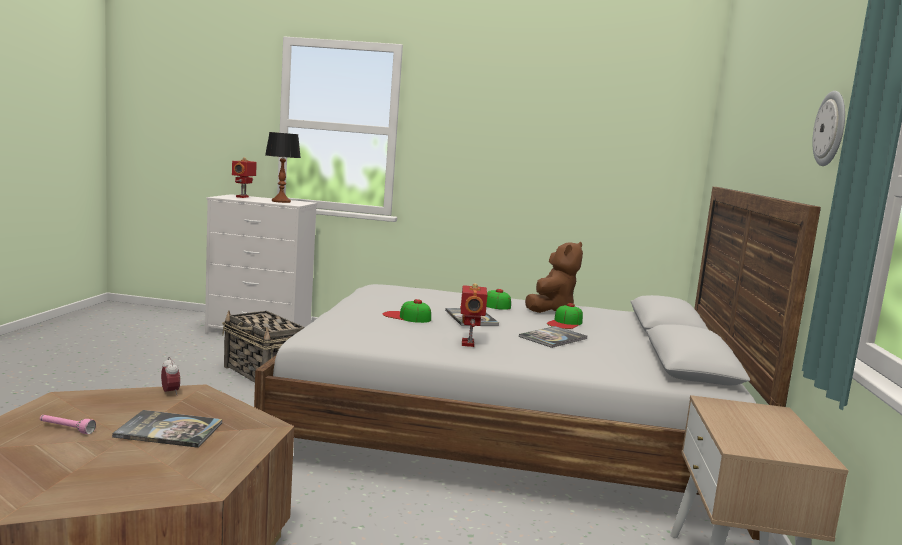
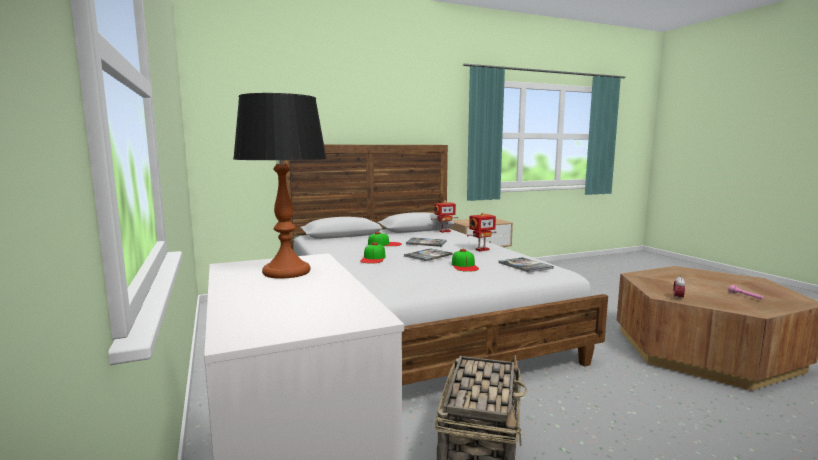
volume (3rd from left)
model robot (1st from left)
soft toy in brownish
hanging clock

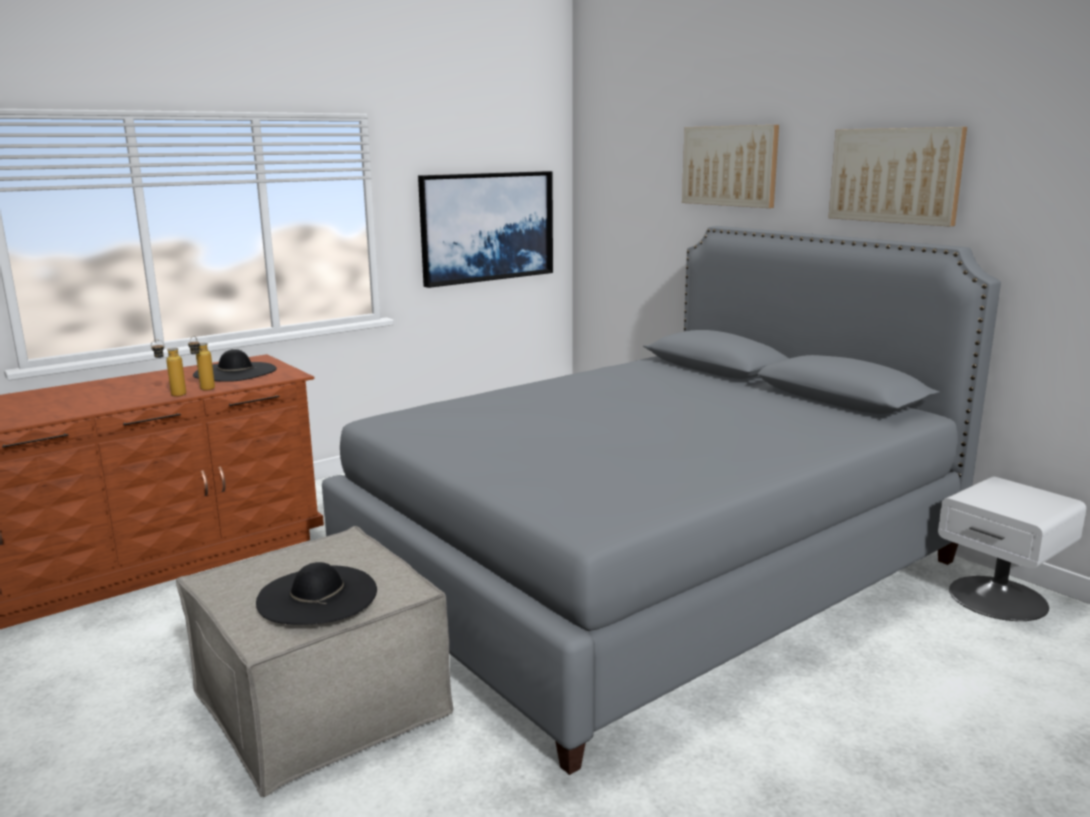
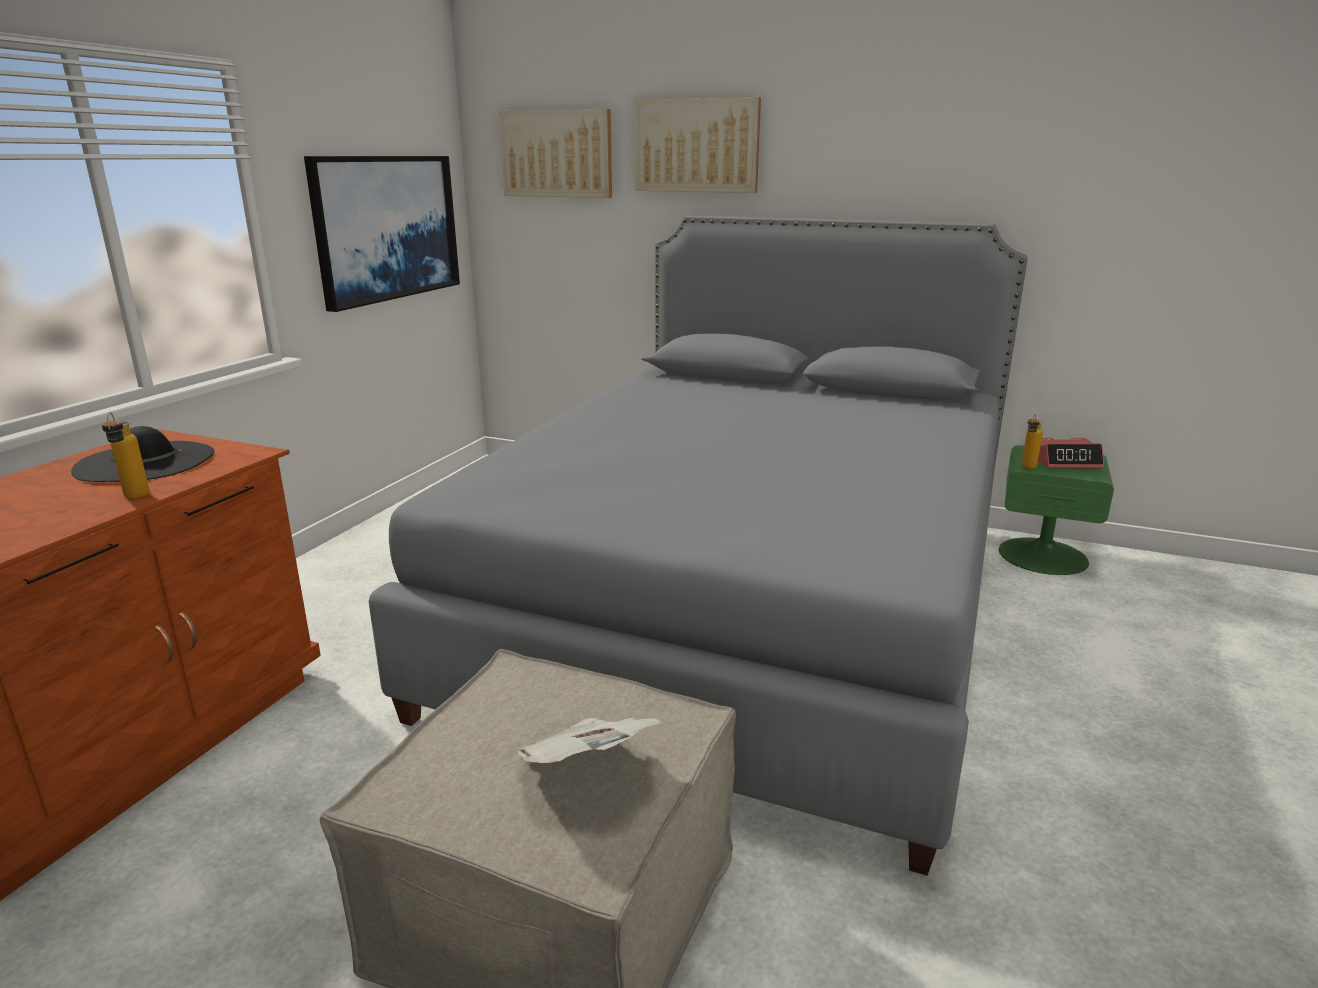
beverage bottle (2nd from left)
newspaper
picture (2nd from left)
nightstand in green
bedside clock

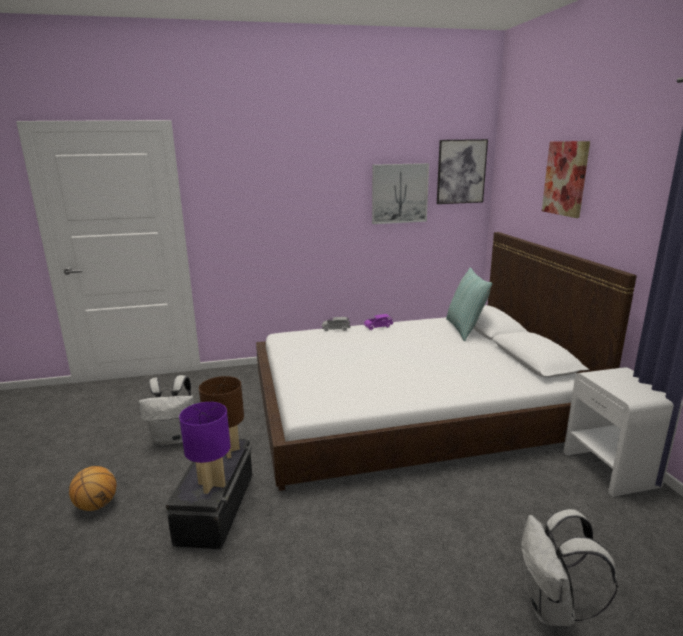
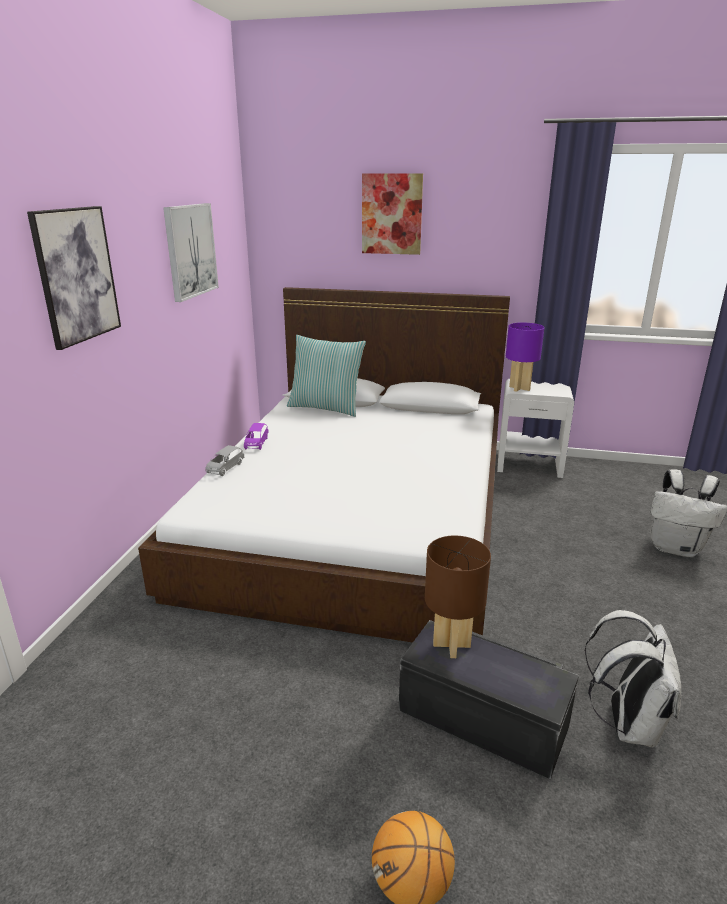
rucksack in white (1st from left)
table lamp in purplish
picture (1st from left)

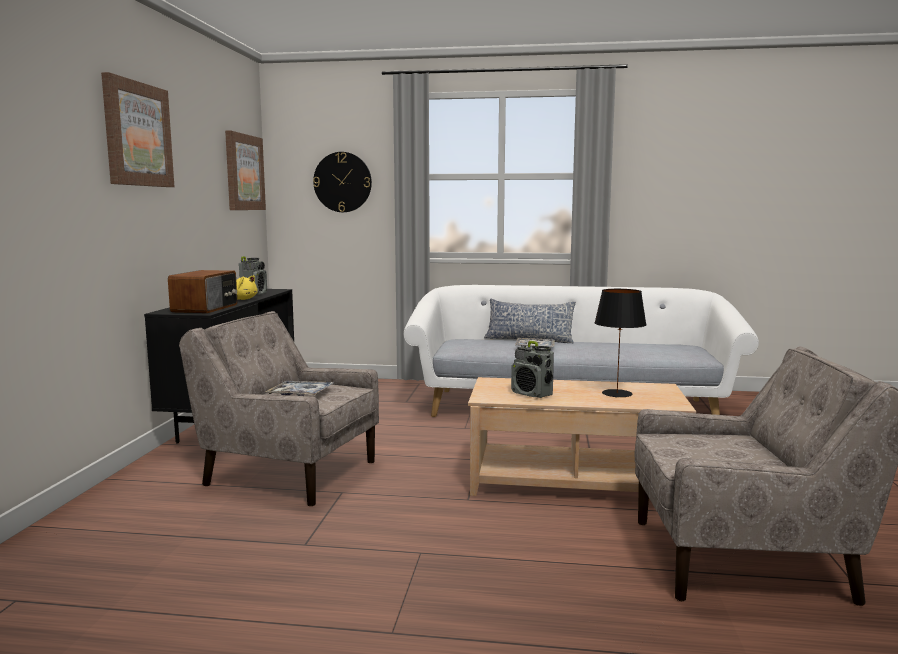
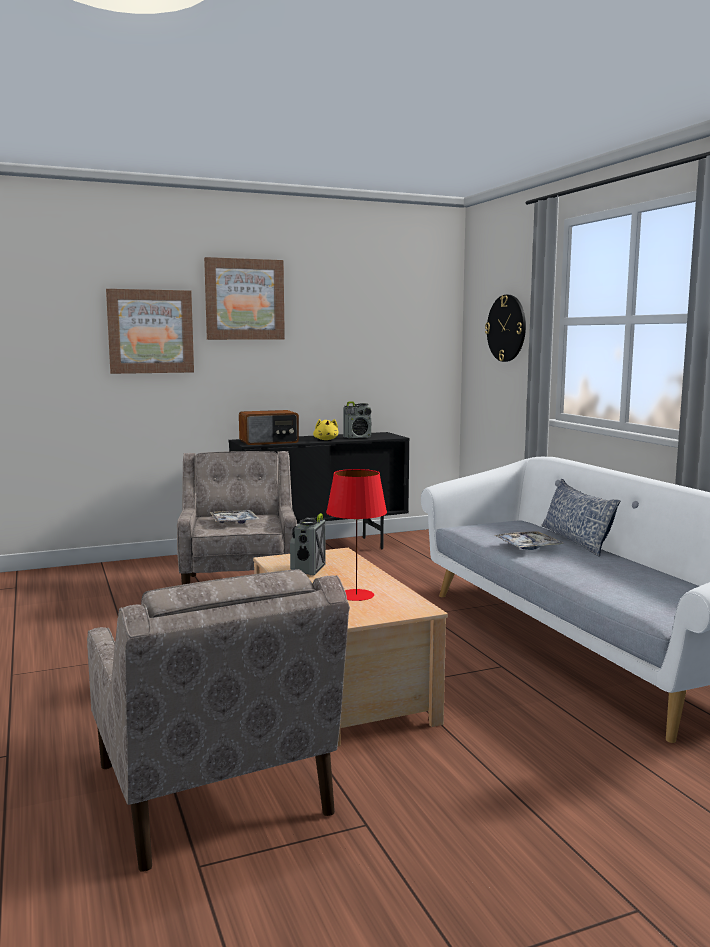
picture (1st from left)
table lamp in red-coloured

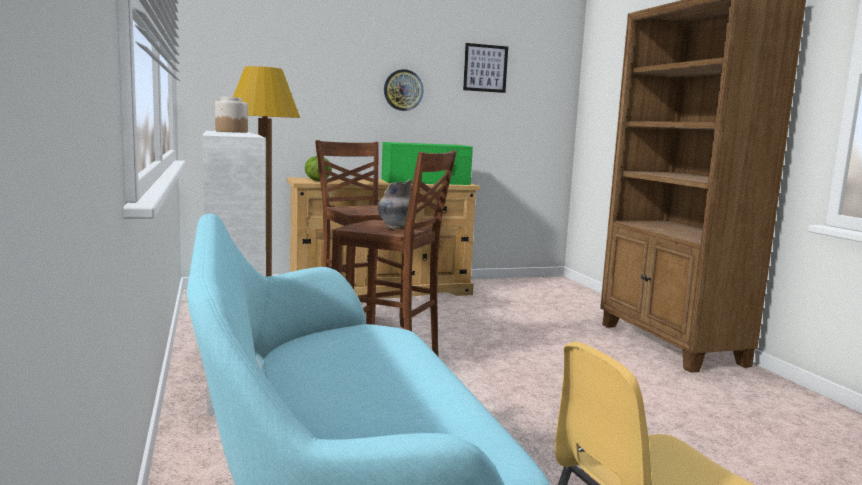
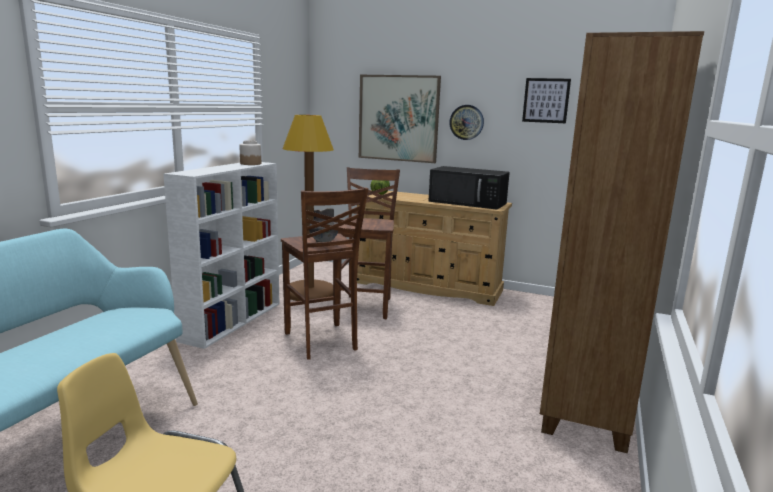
microwave oven in black-coloured
picture (1st from left)

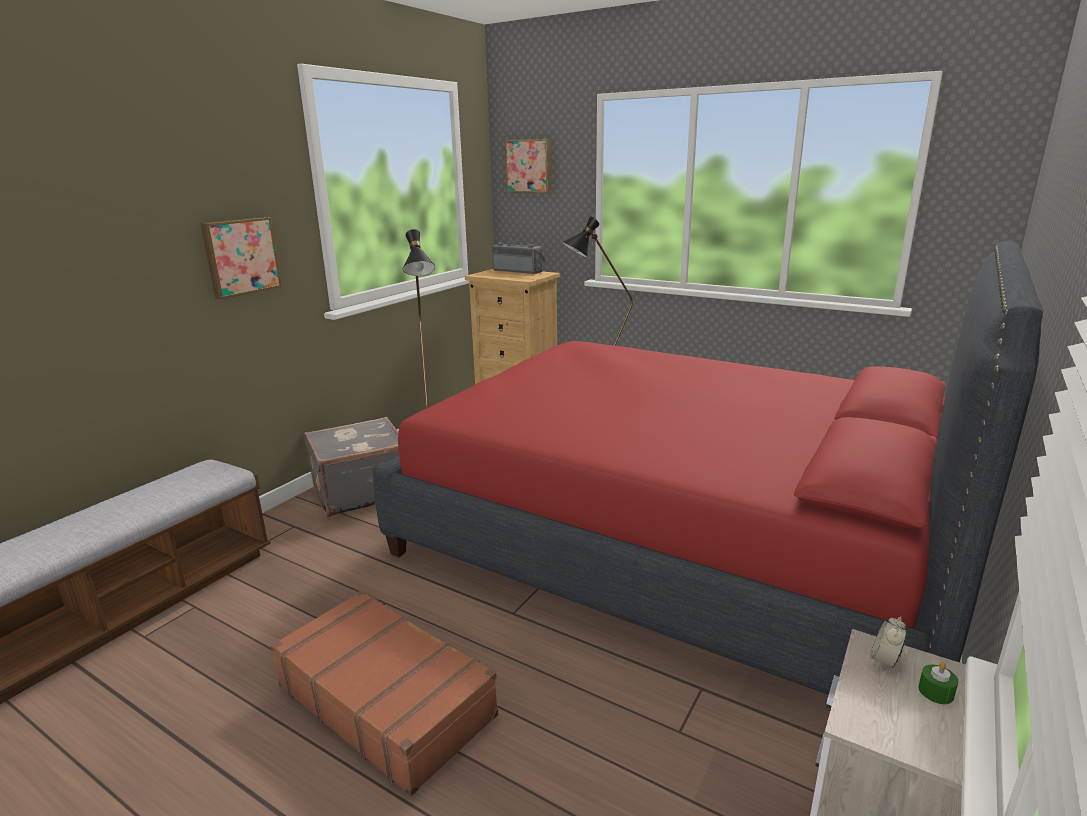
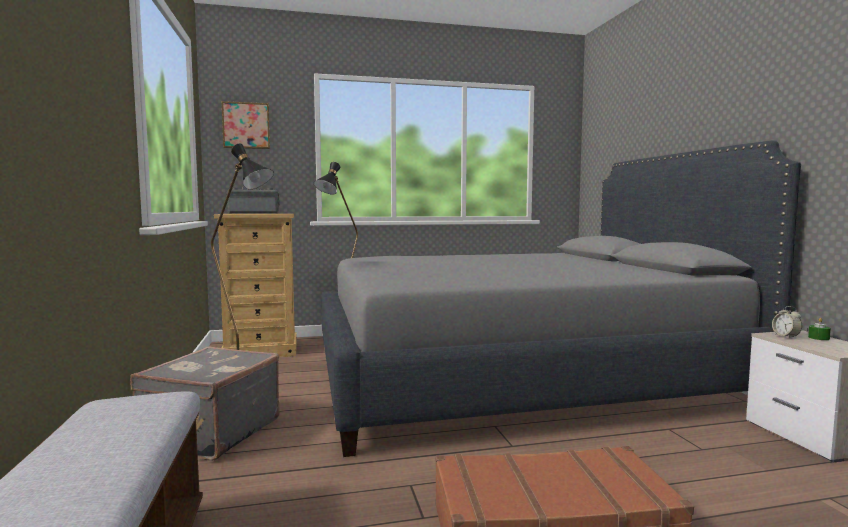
picture (1st from left in the first image)
bed in greyish

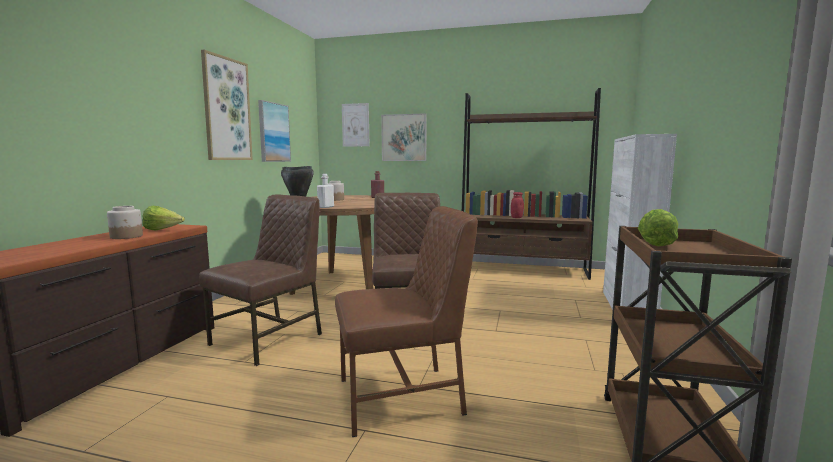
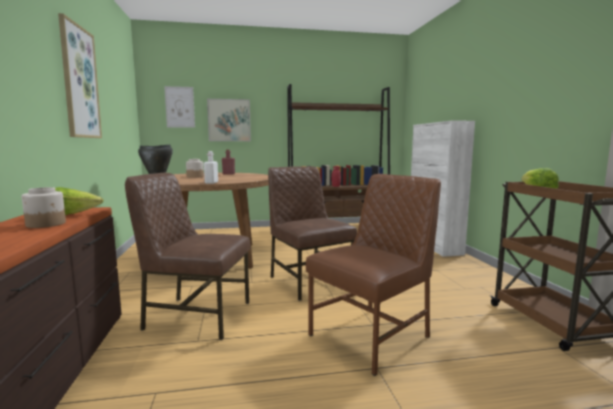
upright chair in brownish (1st from left)
picture (2nd from left in the first image)

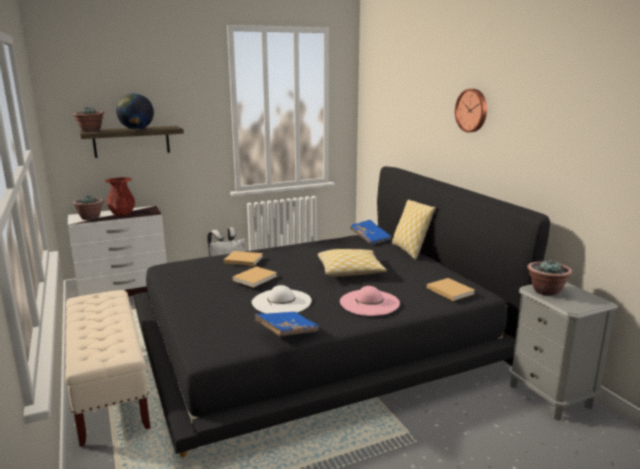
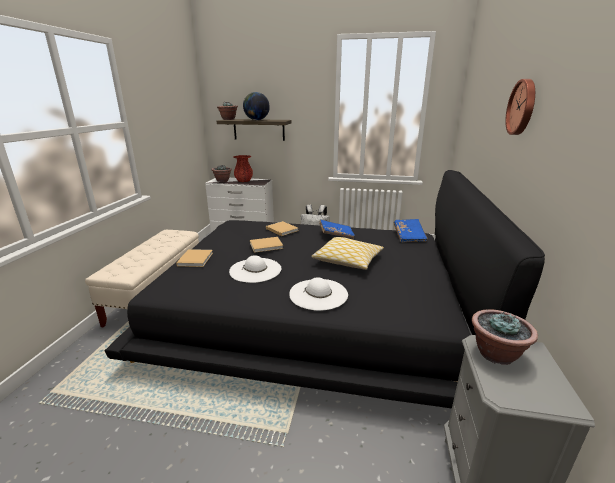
volume in blue (1st from left)
clothing hat in white (2nd from left)
cushion (2nd from left in the first image)
volume in beige-coloured (1st from left)

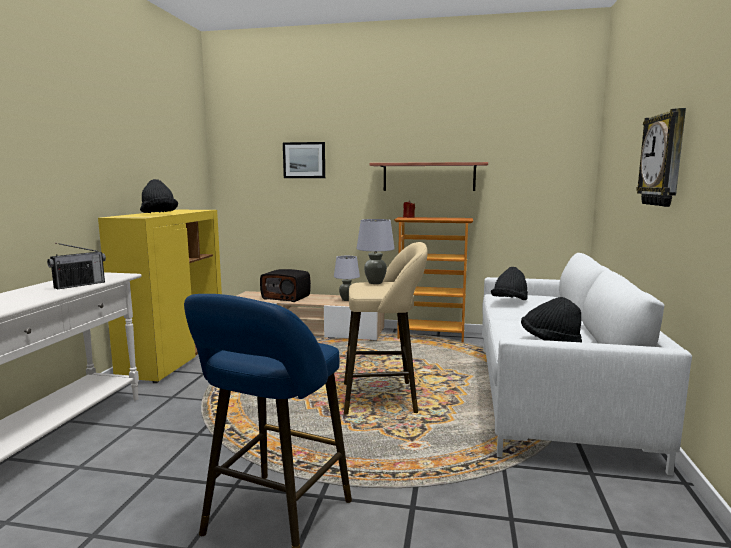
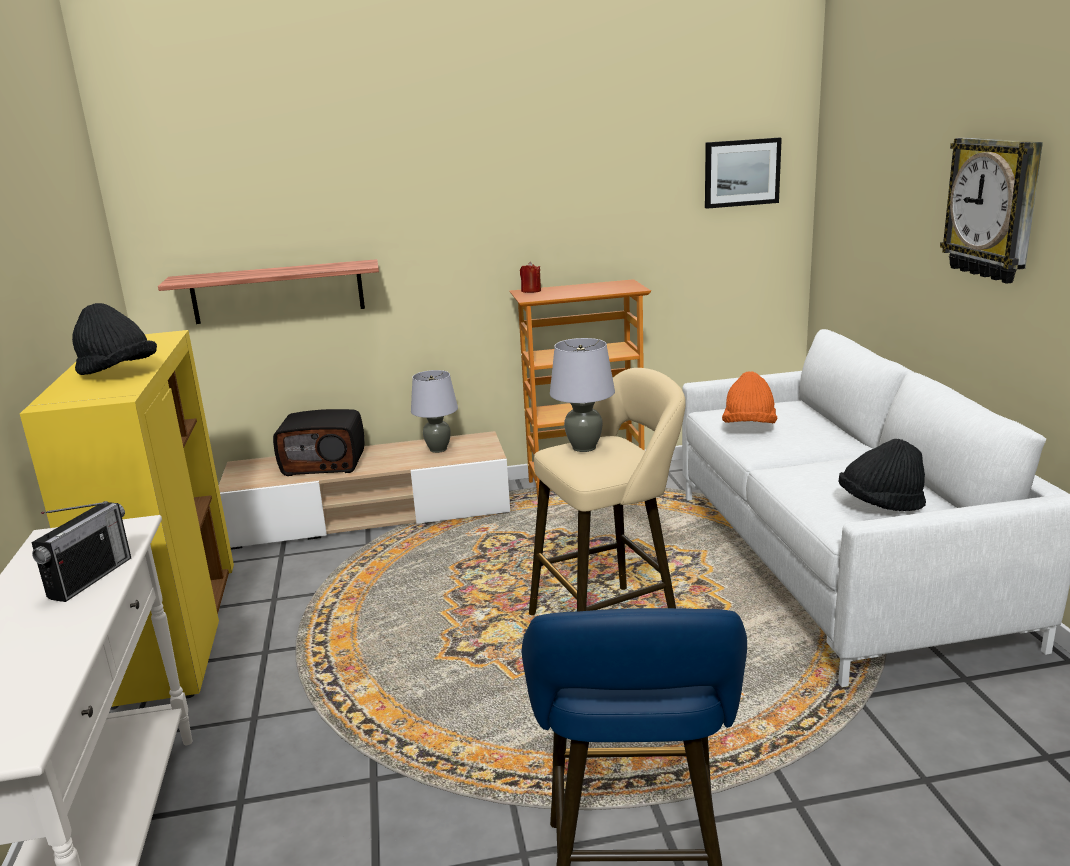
picture
shelf
clothing hat in orange-coloured

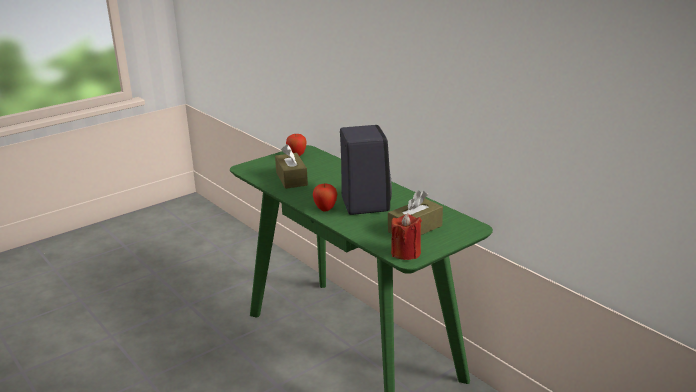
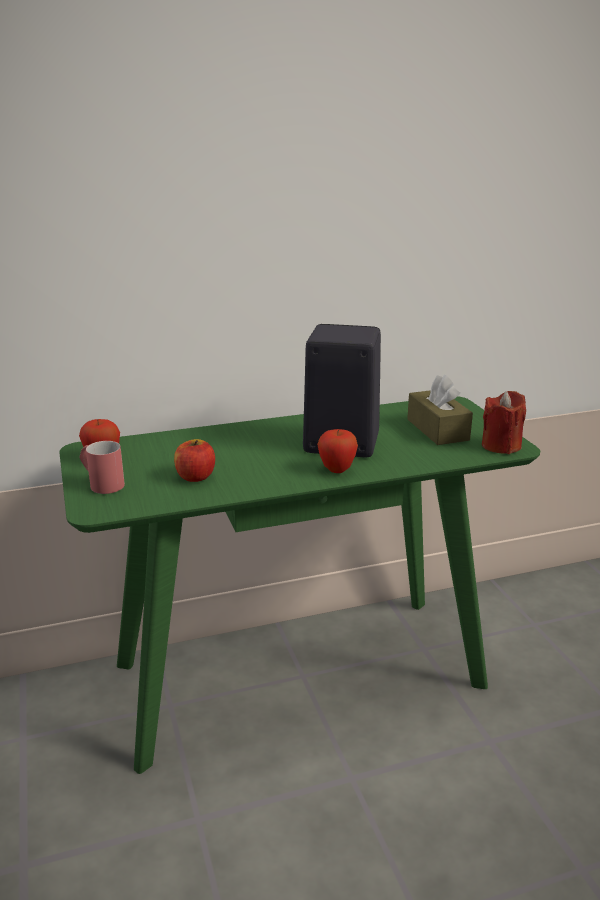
apple fruit (2nd from left)
coffee mug in red-coloured

